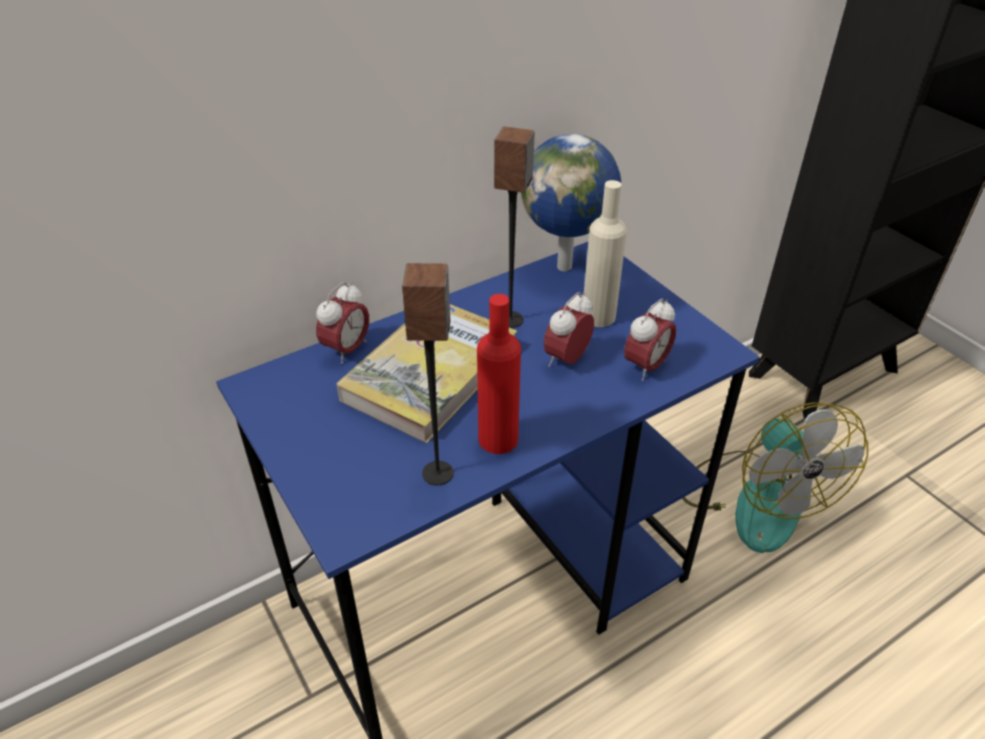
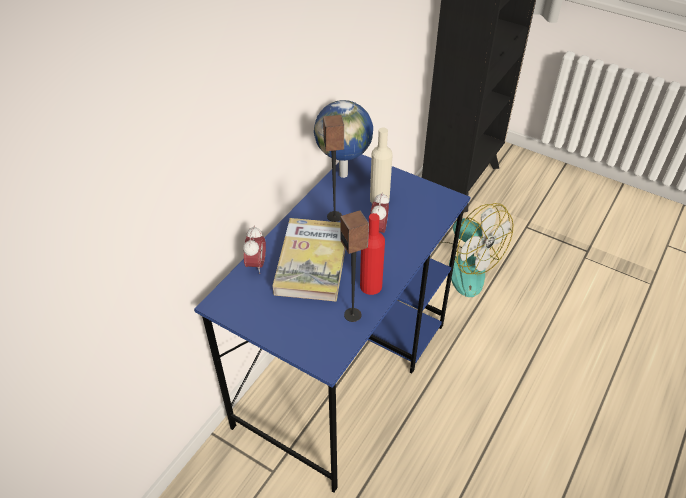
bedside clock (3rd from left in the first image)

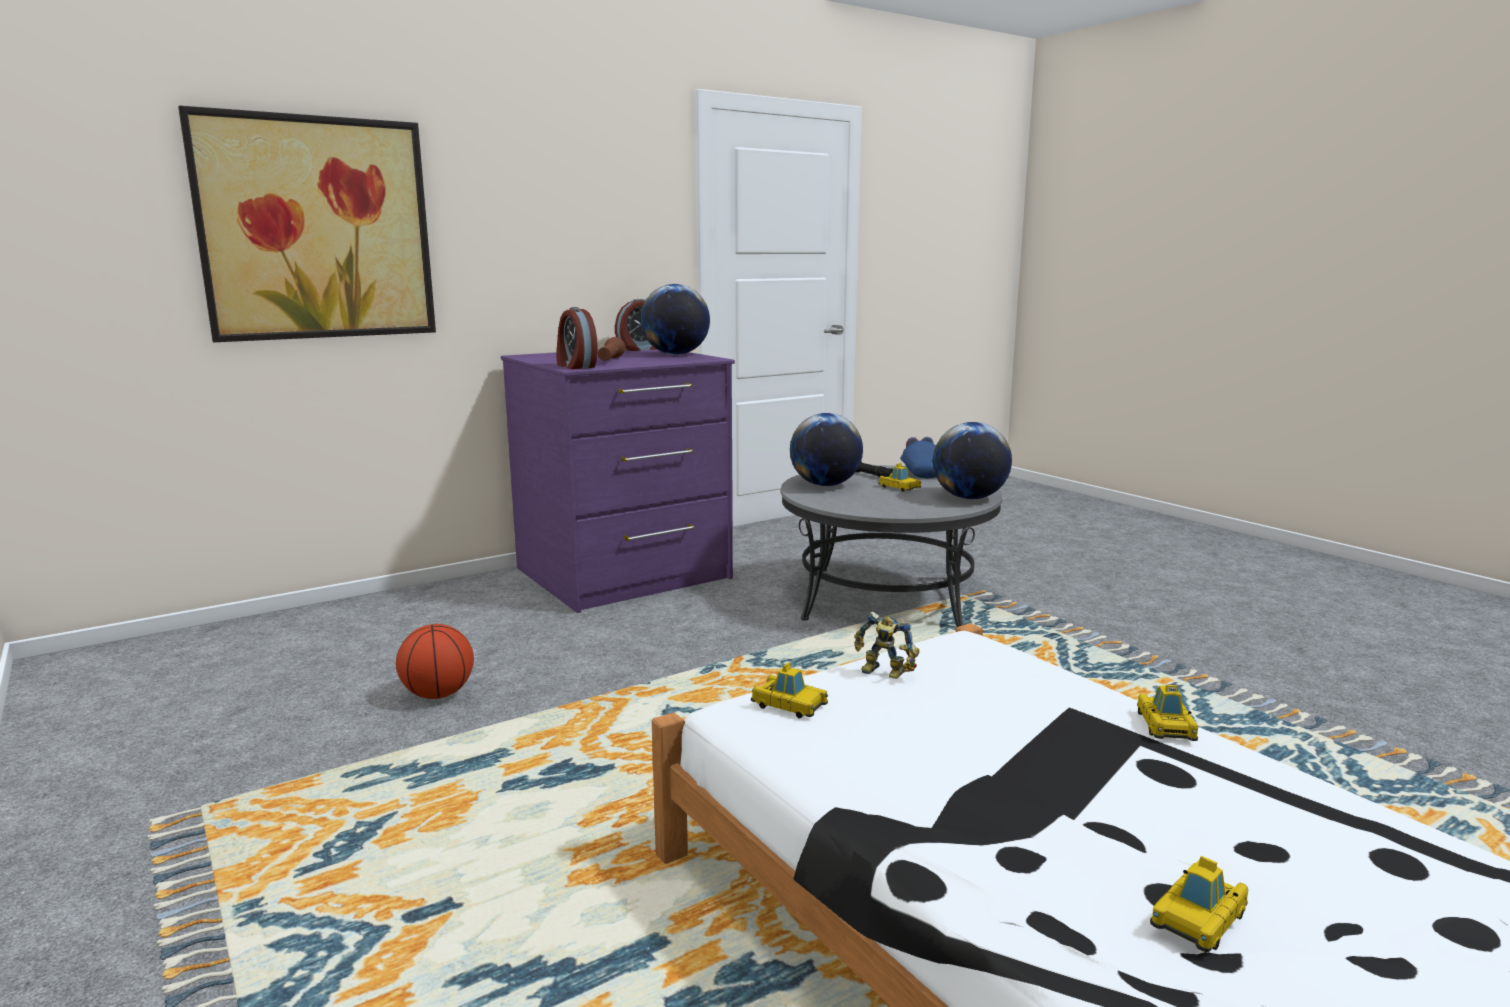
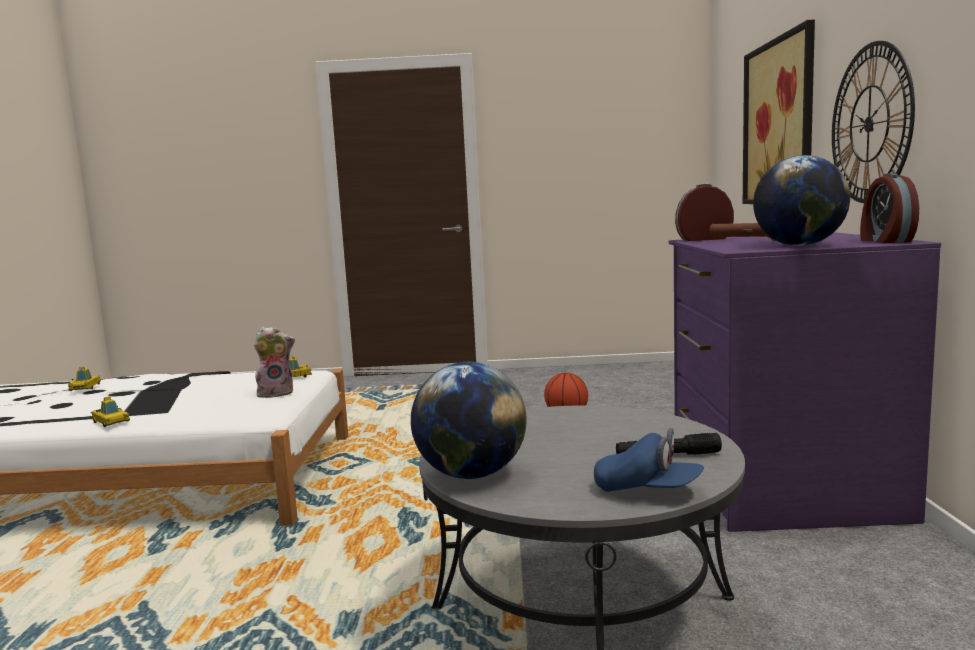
desk globe (2nd from left in the first image)
soft toy
toy car (2nd from left in the first image)
hanging clock

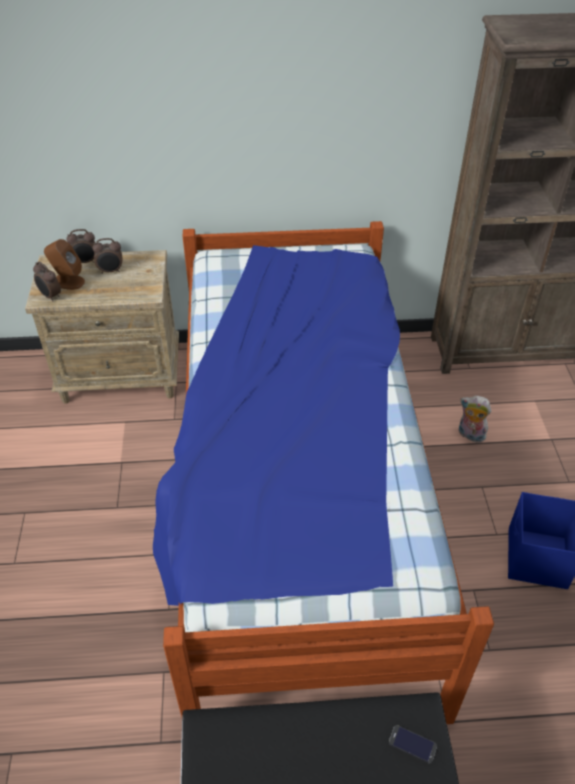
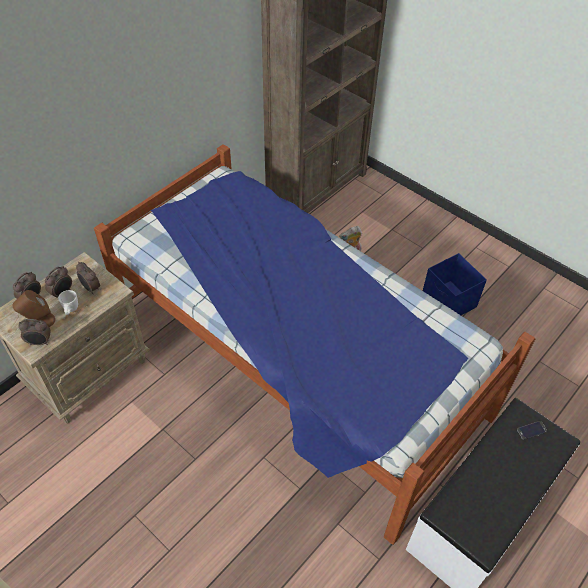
coffee mug in white
bedside clock (4th from left)

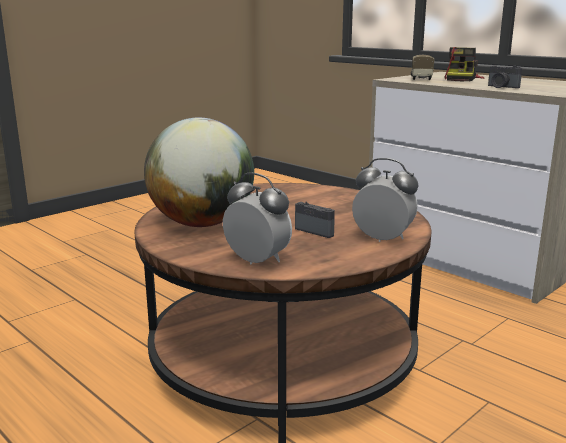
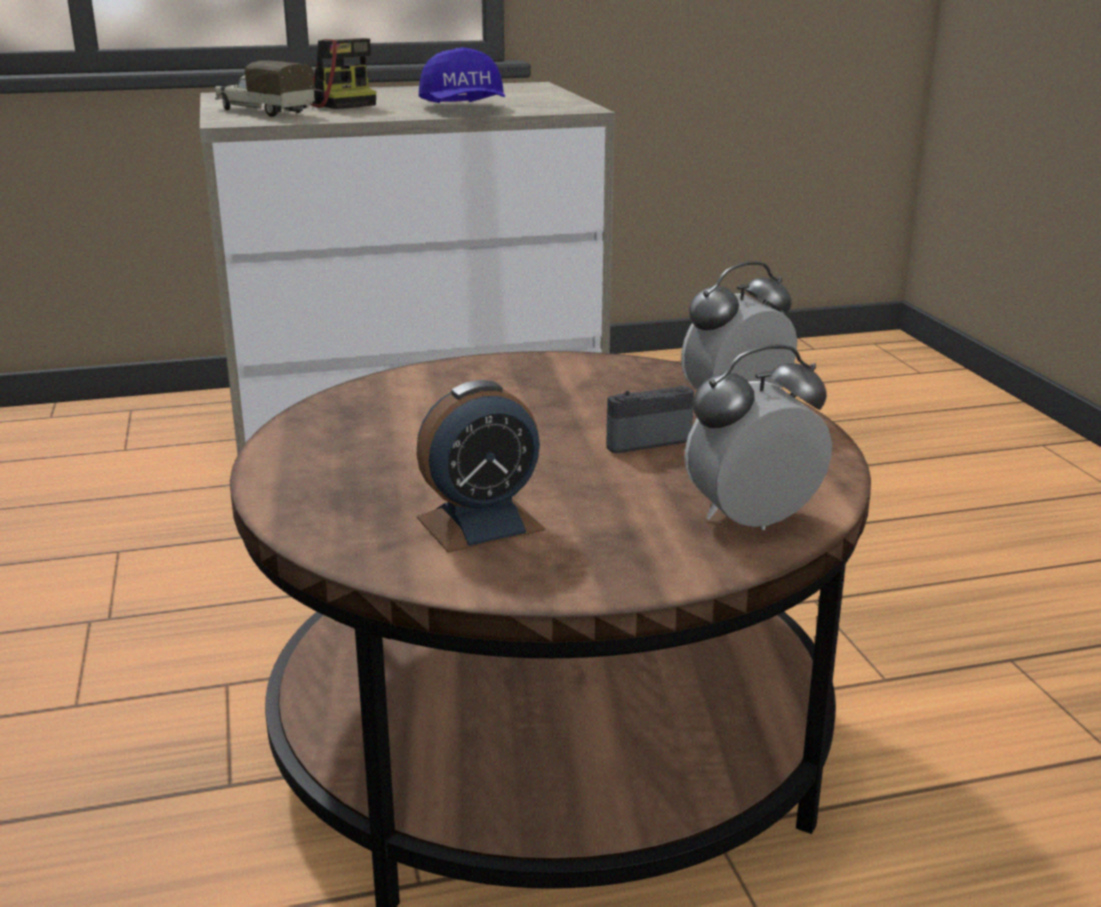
bedside clock (1st from left)
baseball cap in blue

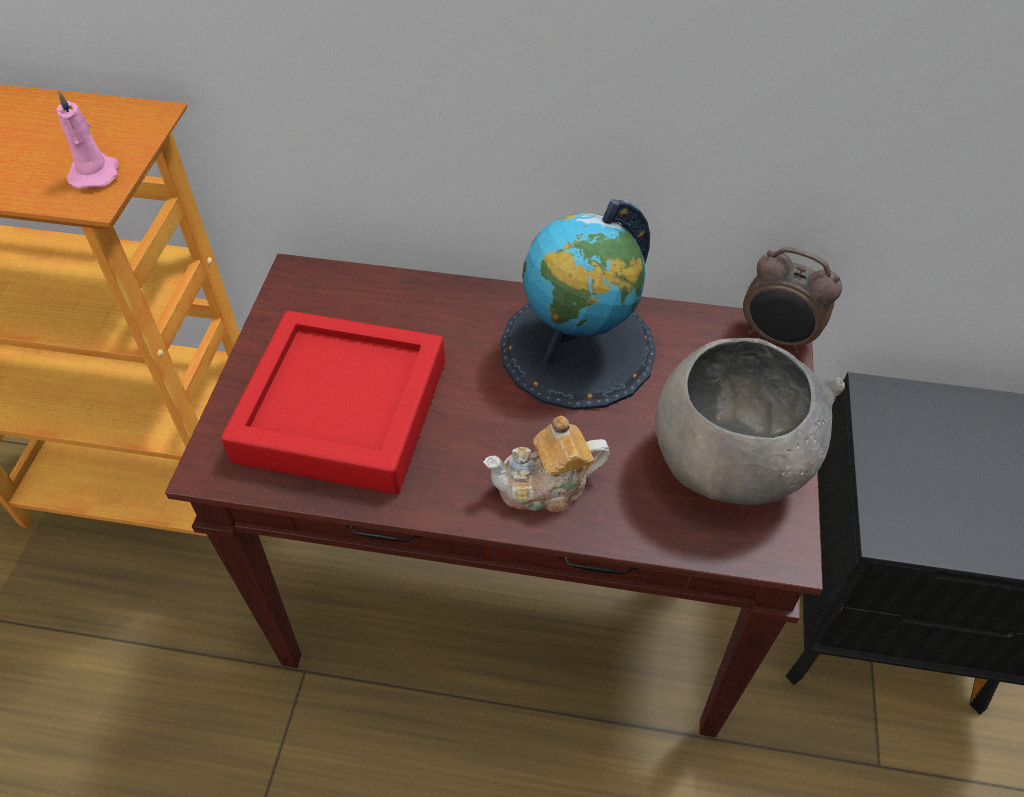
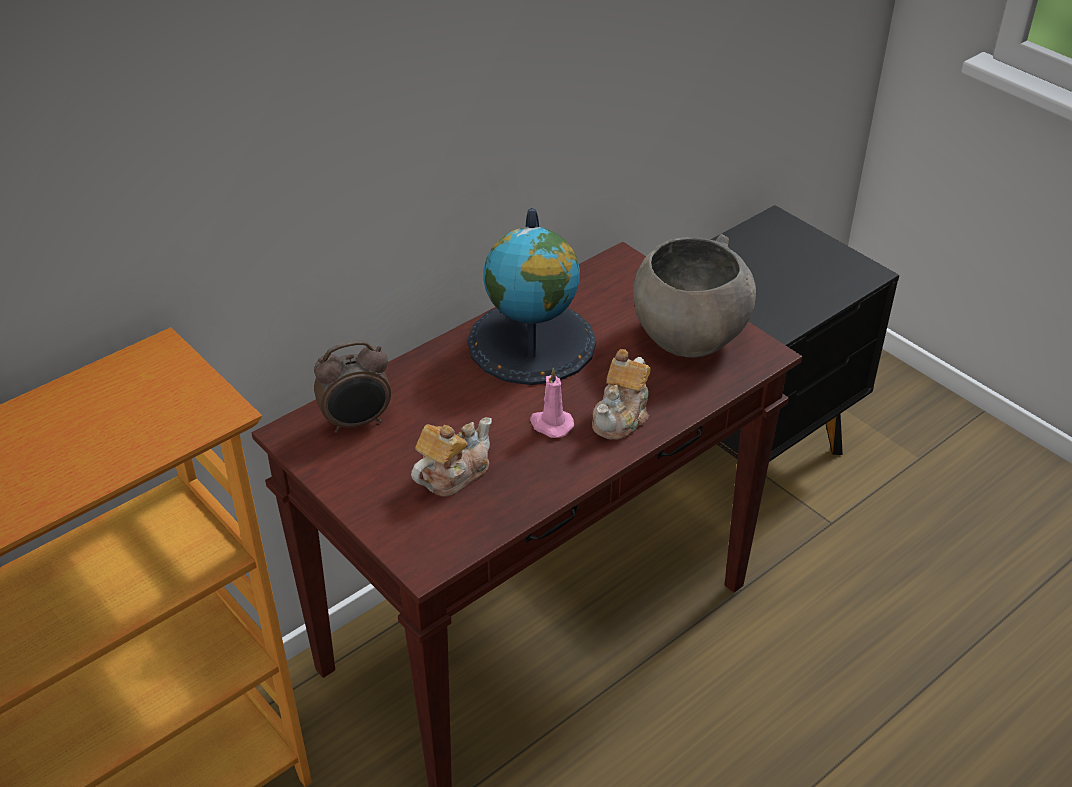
wax candle in pink-coloured
teapot (1st from left)
bedside clock

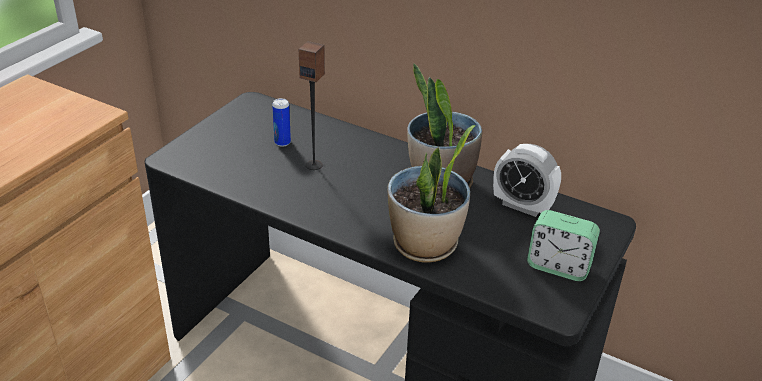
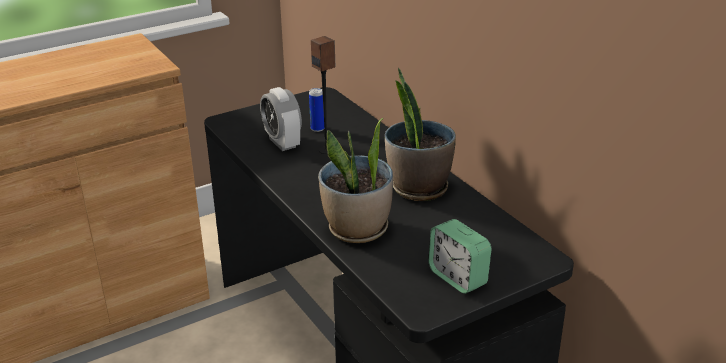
bedside clock (1st from left)

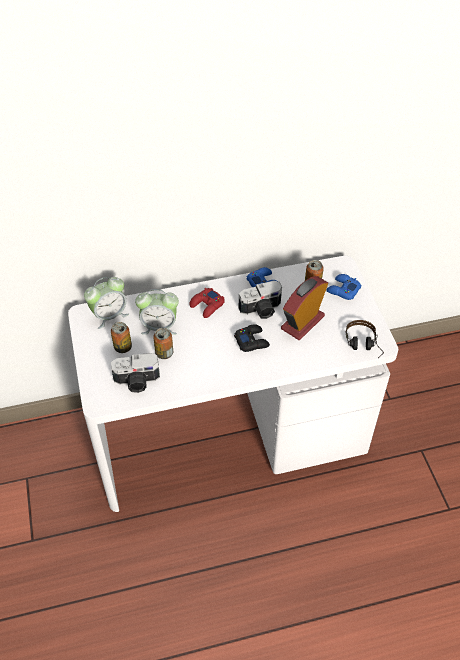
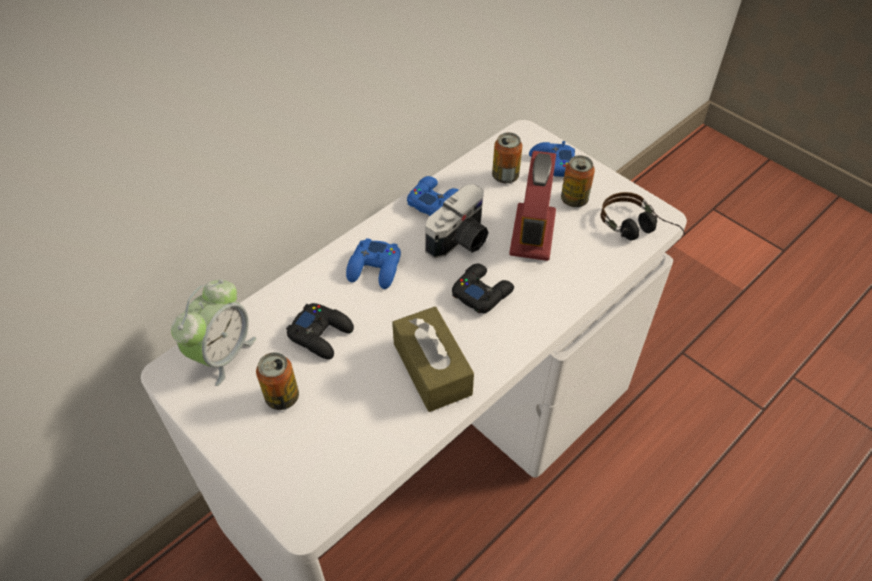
still camera (1st from left in the first image)
game controller in black-coloured (1st from left)
metal can (3rd from left)
game controller in blue (1st from left)
tissue holder in brownish

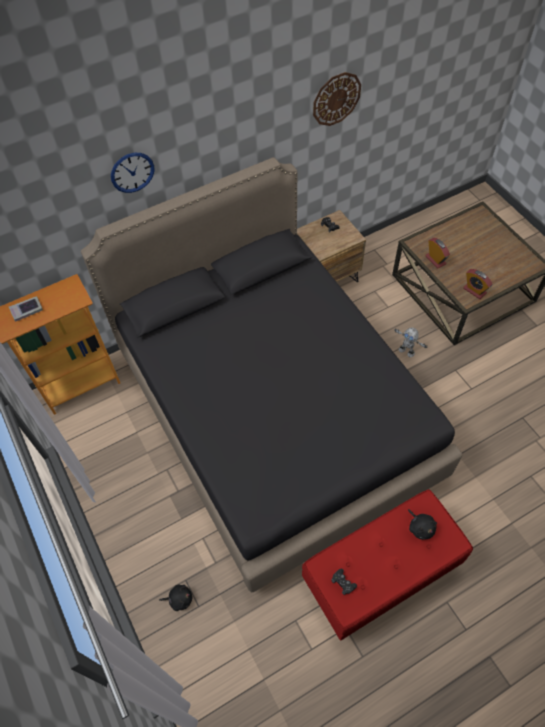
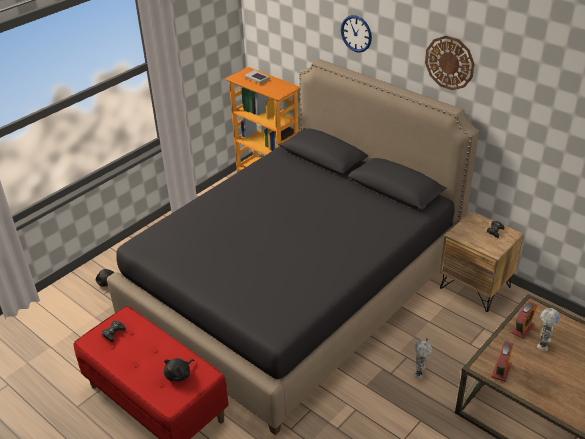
hanging clock (2nd from left)
model robot (2nd from left)

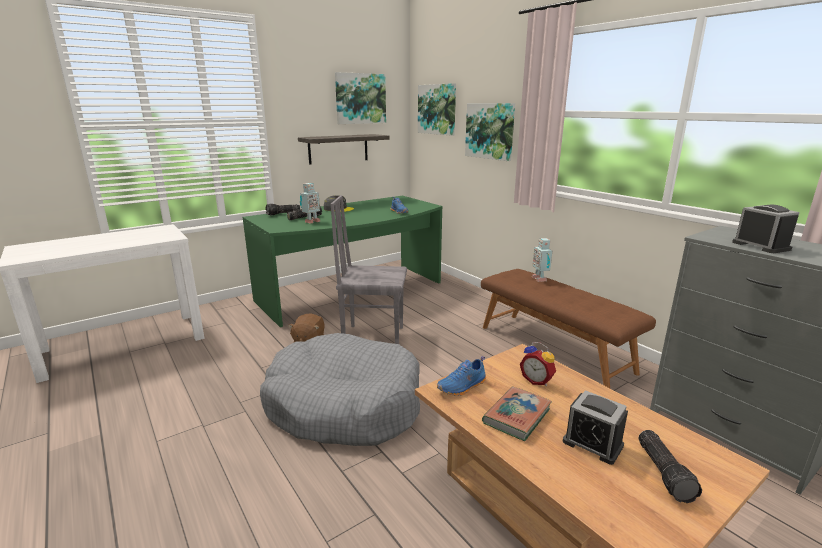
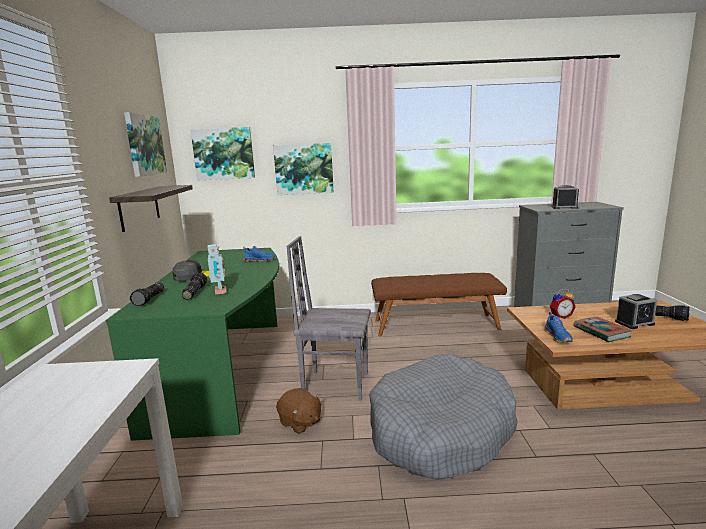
upright chair in greyish
model robot (2nd from left in the first image)

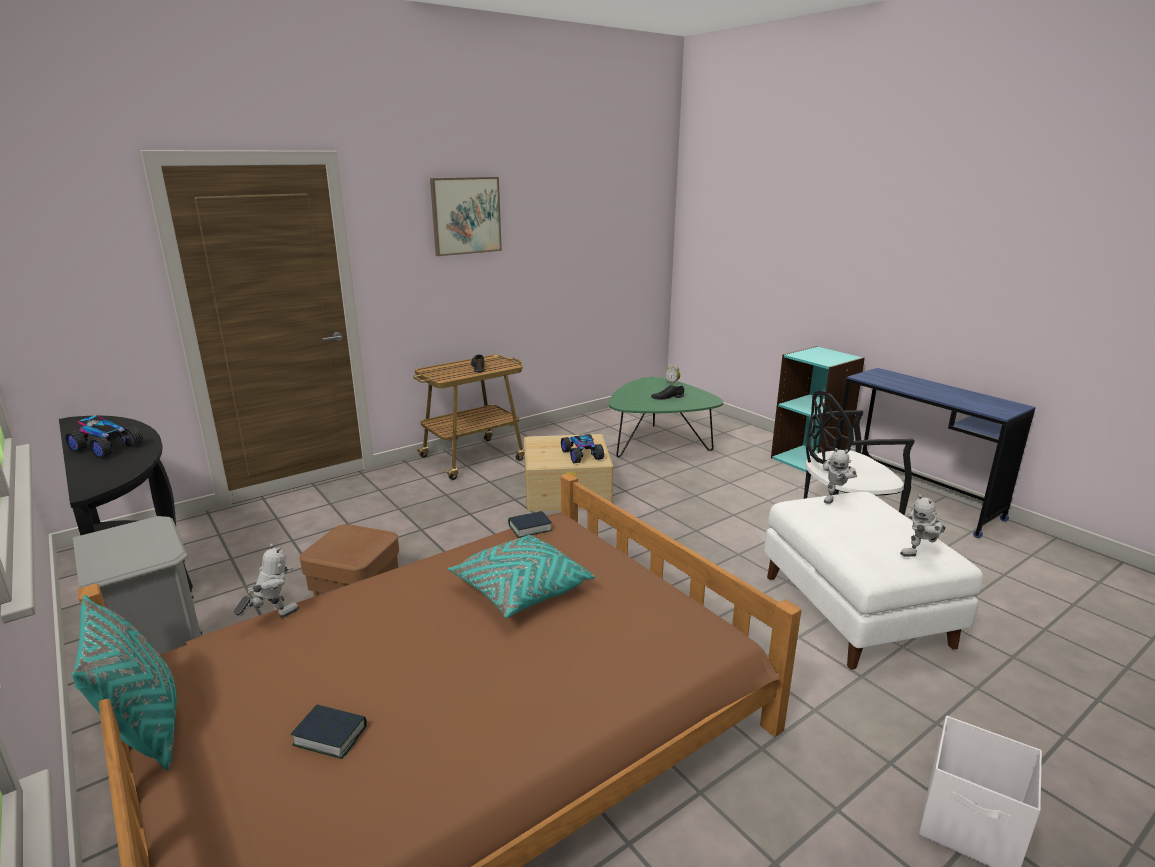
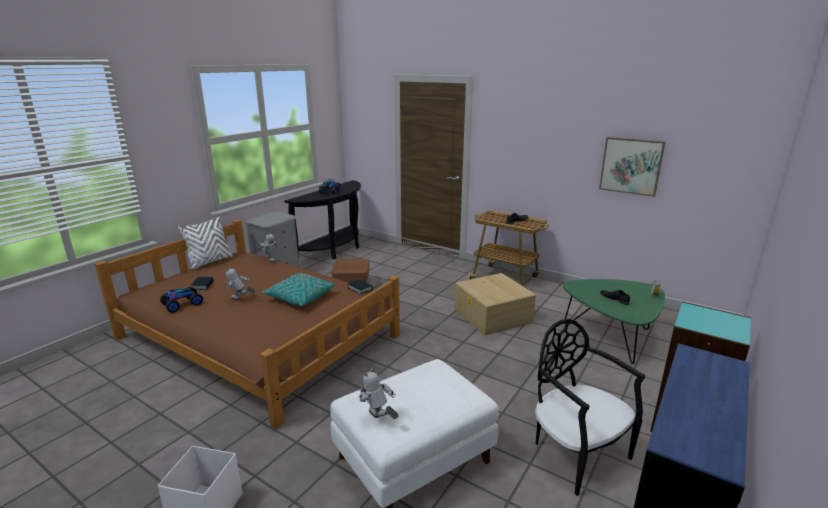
cushion in white
picture
toy car (1st from left)
model robot (1st from left)

